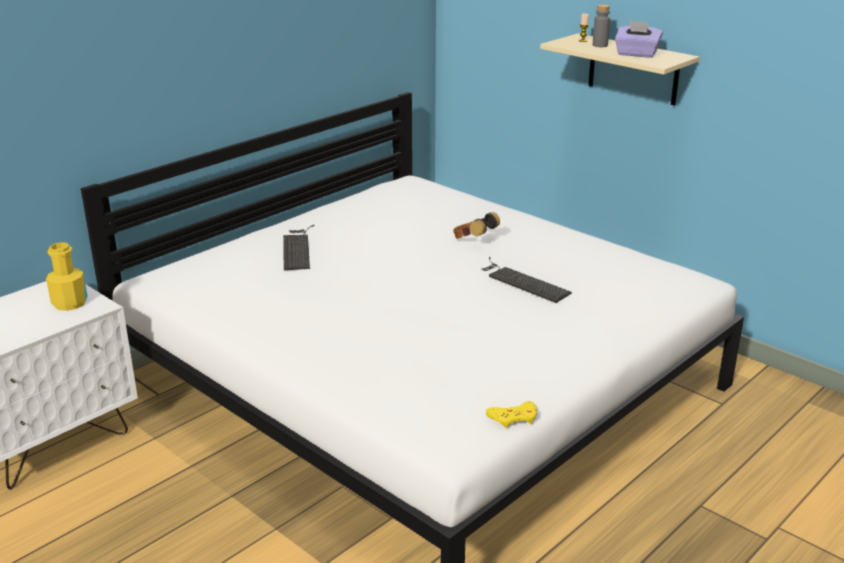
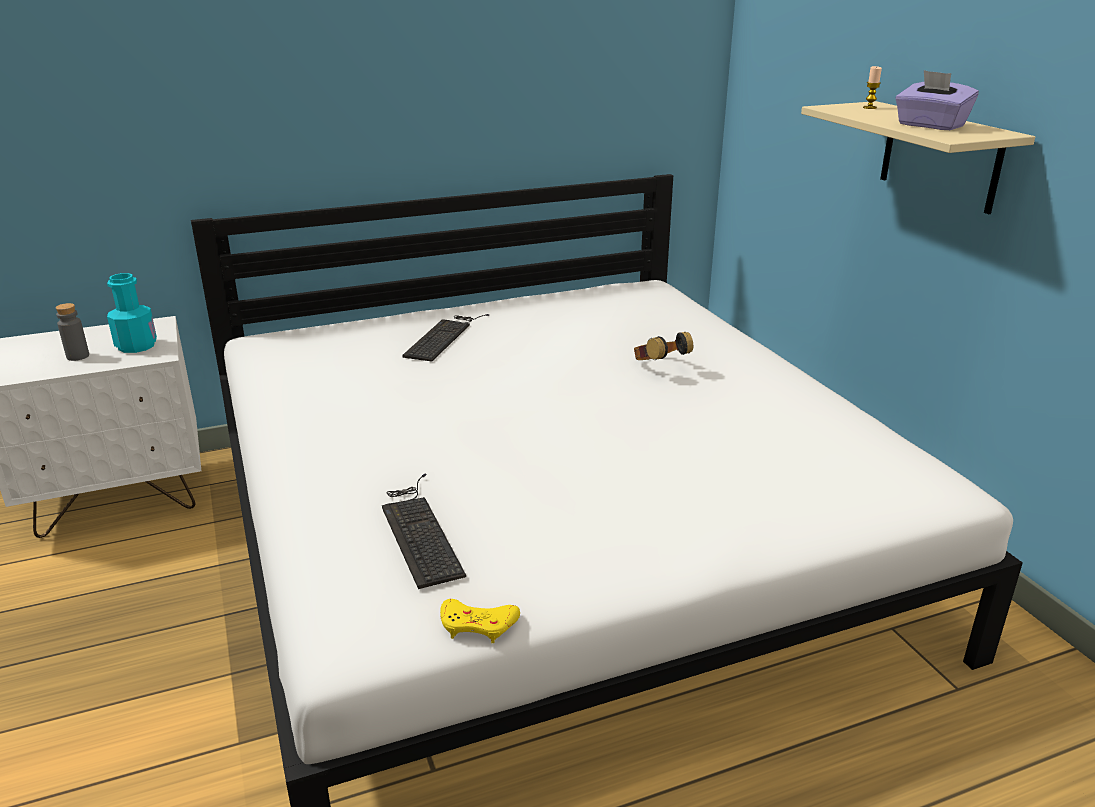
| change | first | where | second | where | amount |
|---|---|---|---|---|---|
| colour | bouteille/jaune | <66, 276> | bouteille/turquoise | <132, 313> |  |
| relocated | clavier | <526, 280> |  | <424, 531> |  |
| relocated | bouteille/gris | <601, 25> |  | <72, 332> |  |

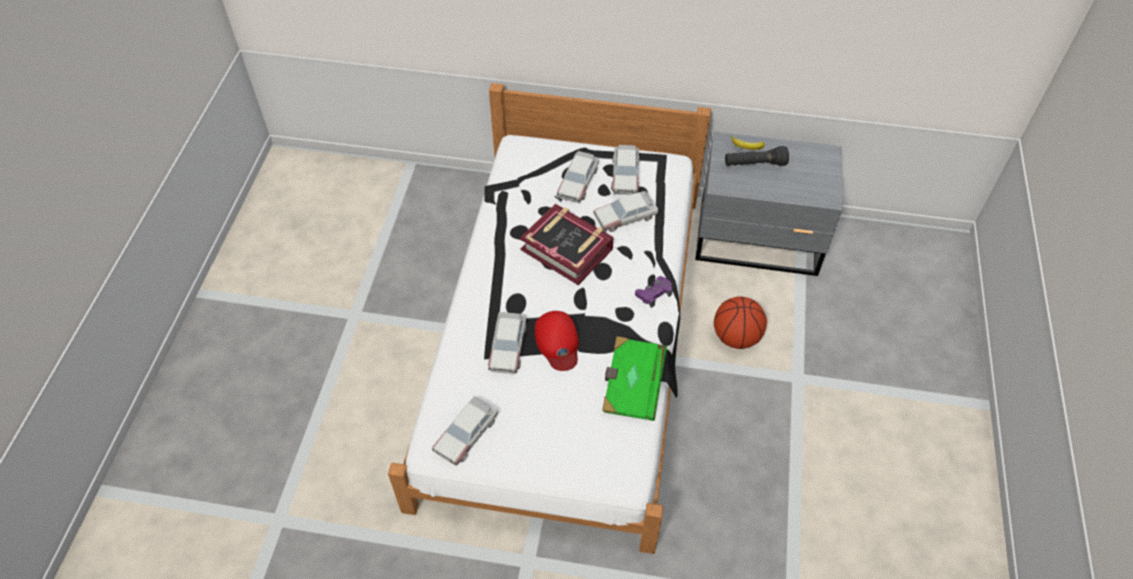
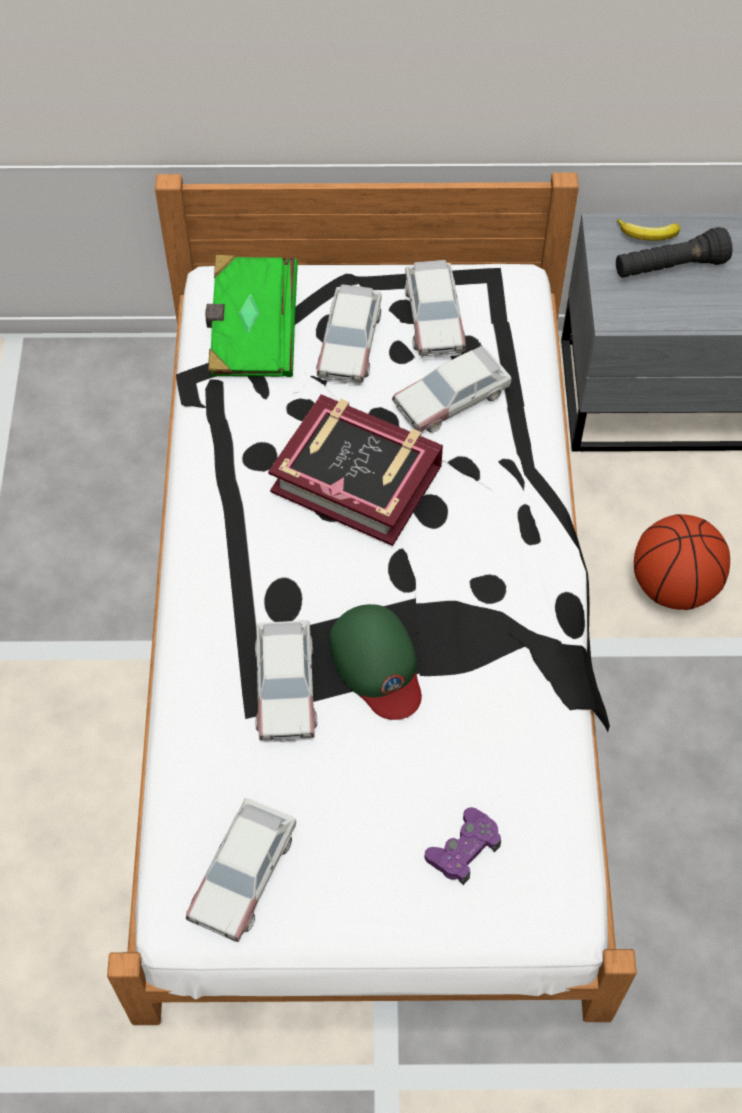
| change | first | where | second | where | amount |
|---|---|---|---|---|---|
| colour | casquette/rouge | <557, 341> | casquette/vert | <375, 662> |  |
| relocated | livre/vert | <634, 378> |  | <251, 316> |  |
| relocated | manette/violet | <653, 292> |  | <462, 846> |  |

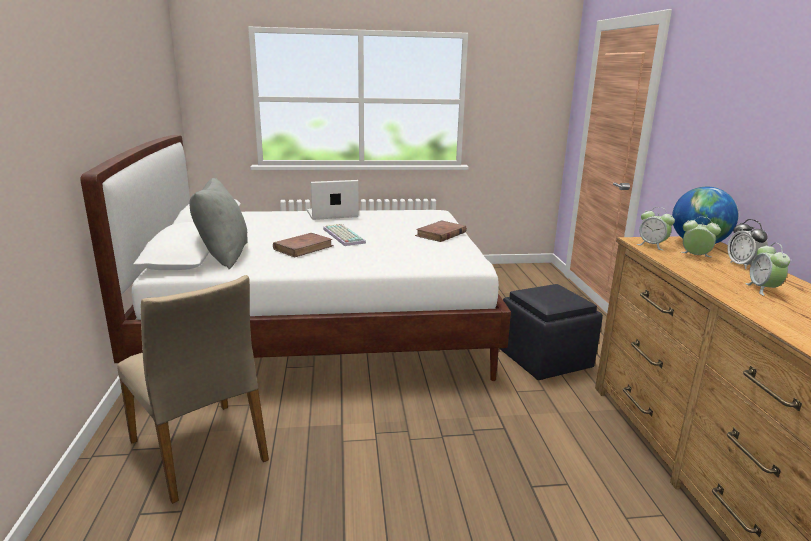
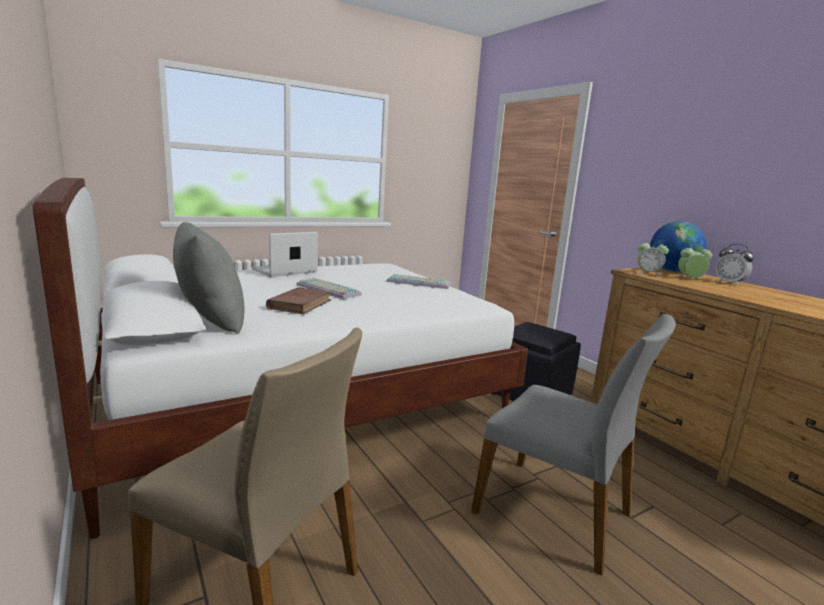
| change | first | where | second | where | amount |
|---|---|---|---|---|---|
| exchanged | livre/marron | <441, 231> | clavier | <418, 281> |  |
| missing | réveil | <767, 269> |  |  |  |
| appeared |  |  | chaise/gris | <573, 445> |  |

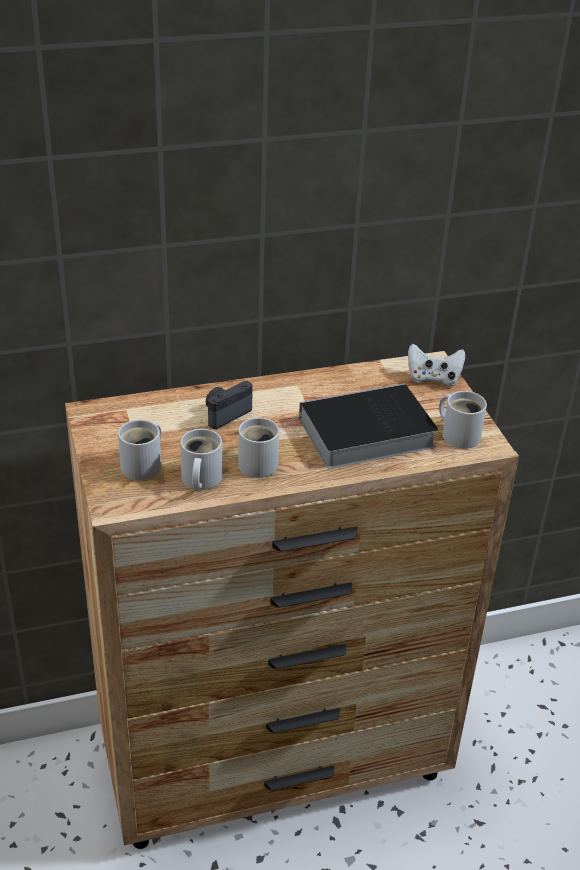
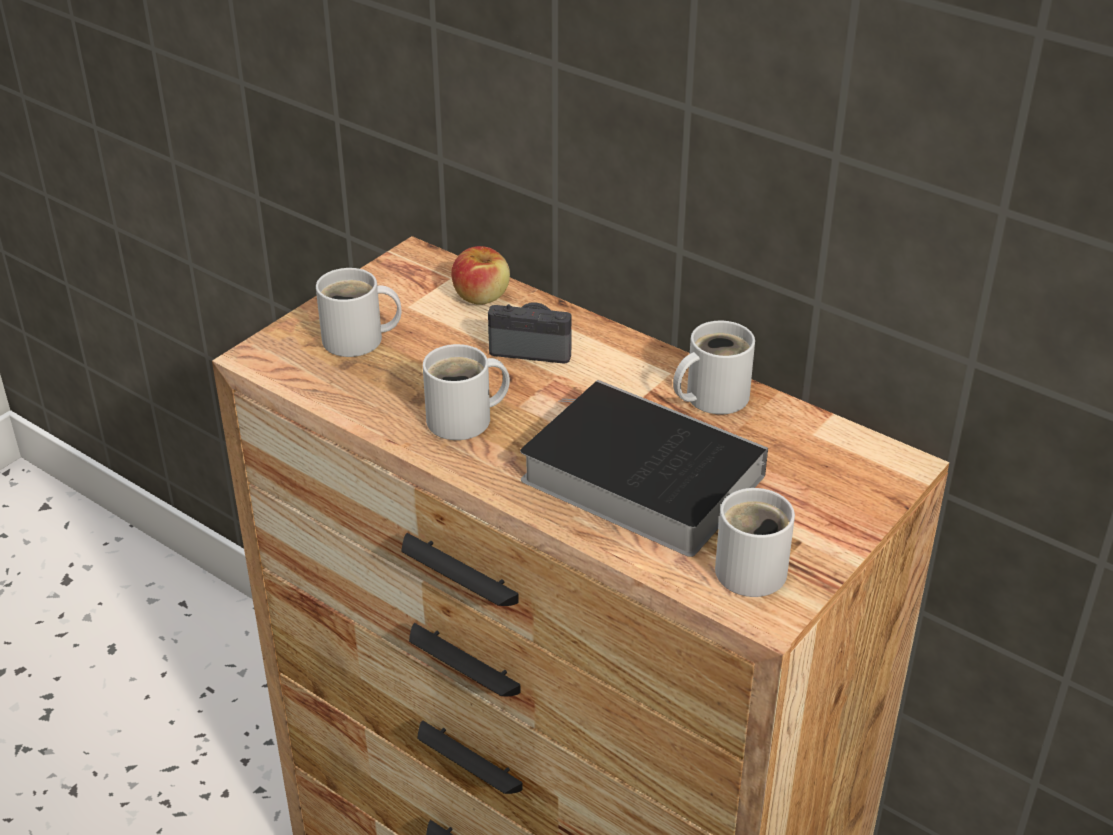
| change | first | where | second | where | amount |
|---|---|---|---|---|---|
| relocated | mug/blanc | <201, 459> |  | <714, 367> |  |
| missing | manette/blanc | <436, 365> |  |  |  |
| appeared |  |  | pomme | <480, 275> |  |

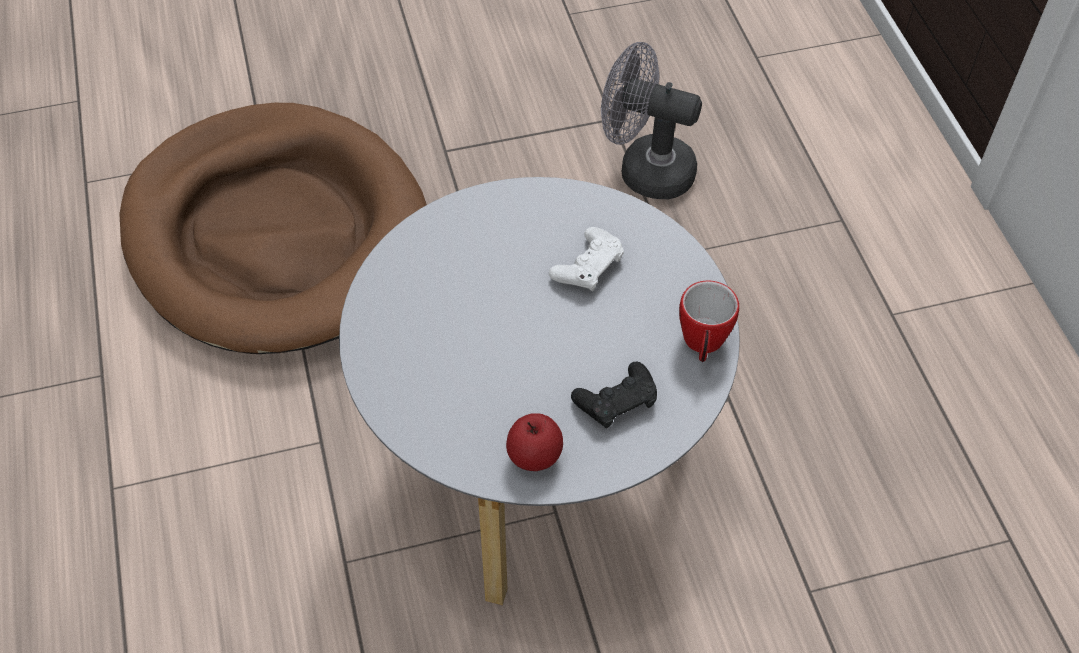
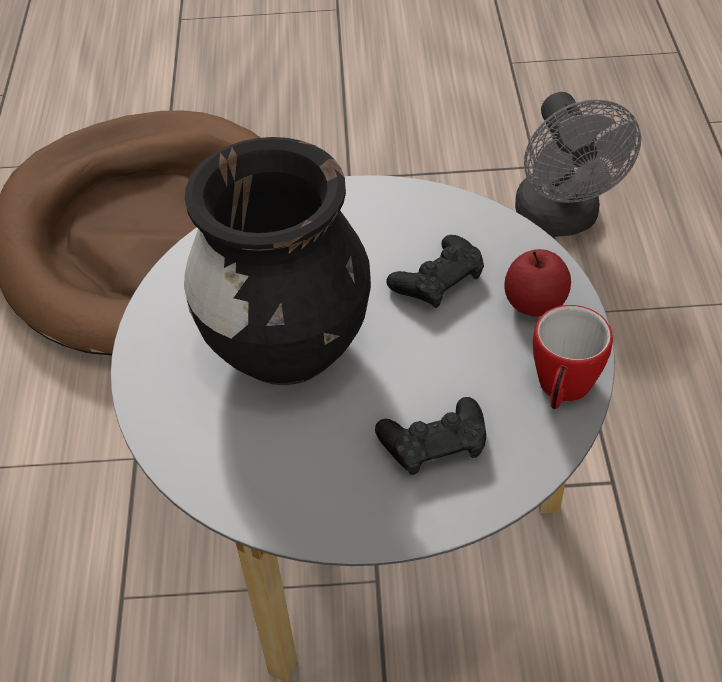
| change | first | where | second | where | amount |
|---|---|---|---|---|---|
| relocated | pomme | <534, 442> |  | <537, 283> |  |
| colour | manette/blanc | <586, 259> | manette/noir | <435, 272> |  |
| spun | ventilateur/gris | <651, 120> |  | <578, 164> | 135 degrees counterclockwise |
| appeared |  |  | vase/noir | <277, 261> |  |

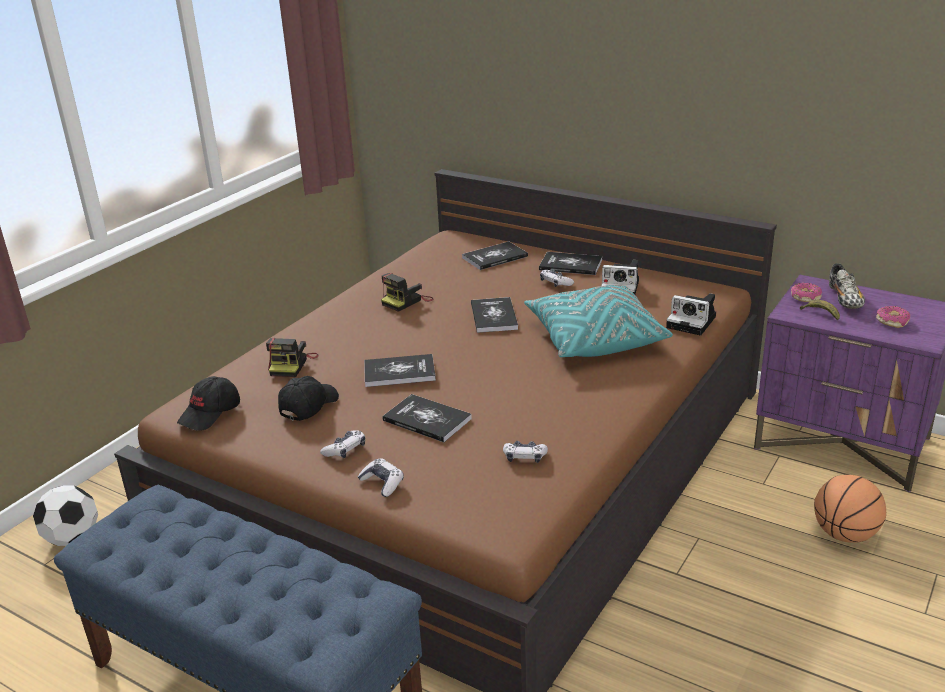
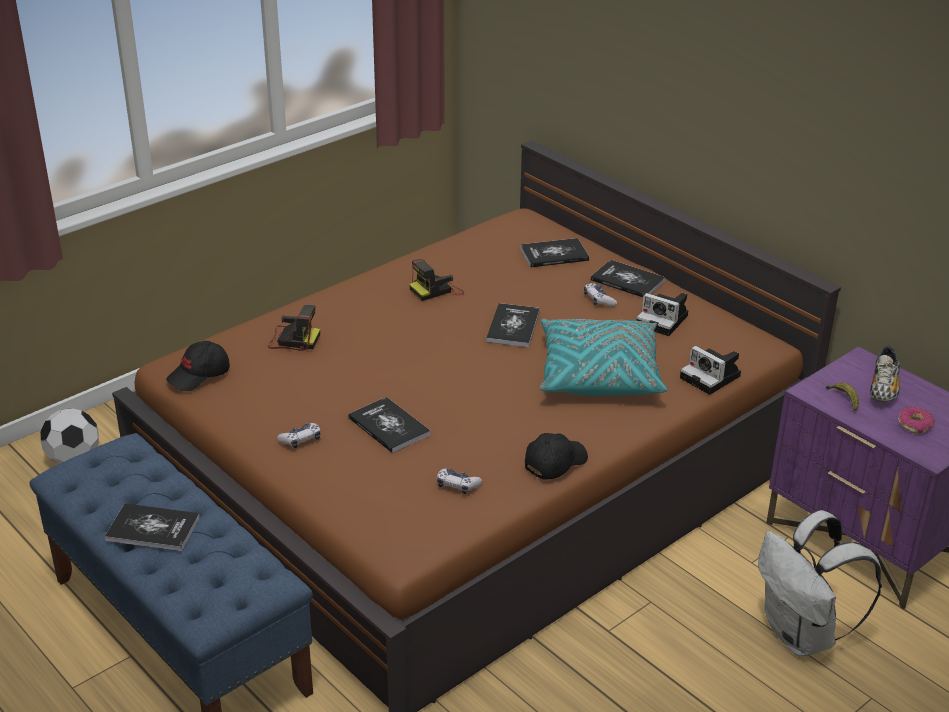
| change | first | where | second | where | amount |
|---|---|---|---|---|---|
| spun | appareil photo | <292, 357> |  | <294, 328> | 105 degrees counterclockwise |
| relocated | casquette/noir | <308, 398> |  | <556, 456> |  |
| missing | manette | <381, 477> |  |  |  |
| relocated | livre | <400, 370> |  | <152, 527> |  |
| missing | beignet | <806, 292> |  |  |  |
| exchanged | ballon de basket | <850, 509> | sac à dos/blanc | <820, 583> |  |

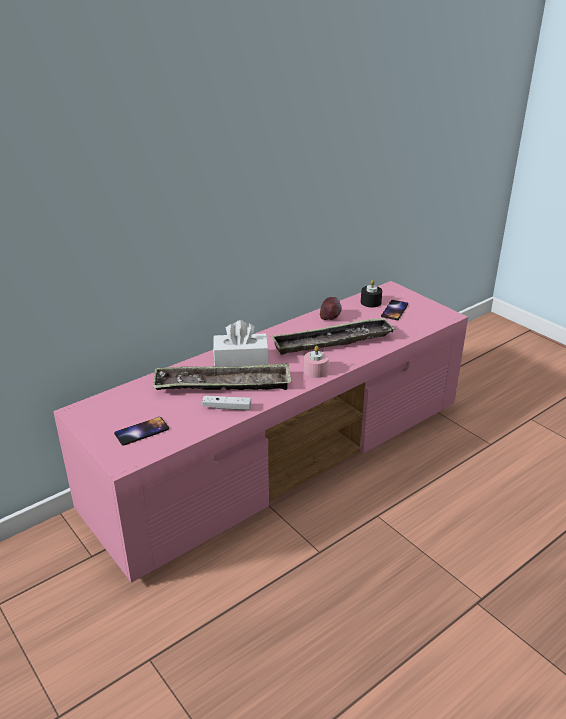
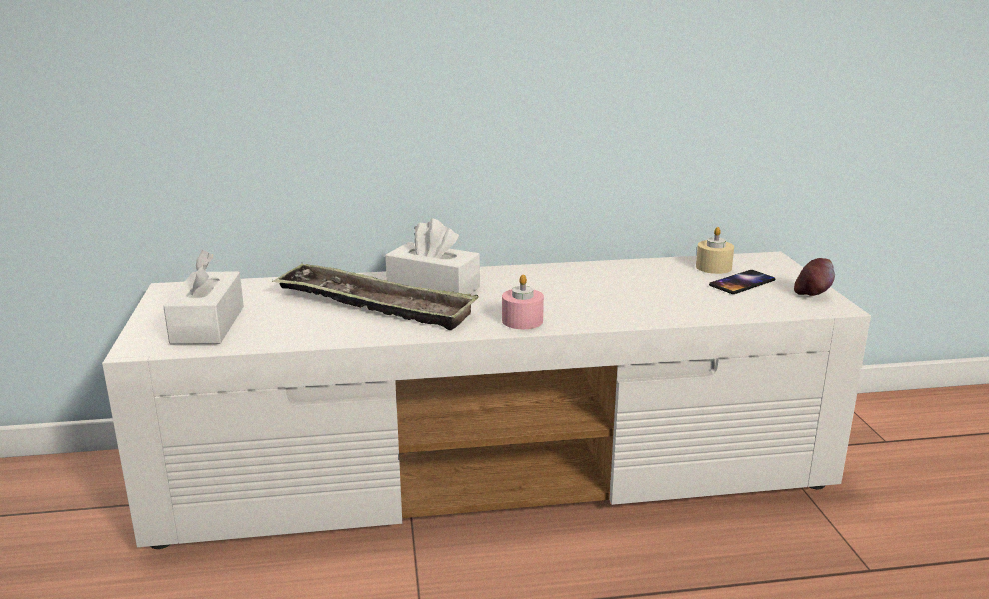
| change | first | where | second | where | amount |
|---|---|---|---|---|---|
| colour | meuble télé/rose | <260, 432> | meuble télé/blanc | <486, 400> |  |
| exchanged | téléphone | <141, 431> | boîte à mouchoirs/blanc | <203, 297> |  |
| missing | manette/blanc | <226, 403> |  |  |  |
| missing | plateau | <333, 336> |  |  |  |
| relocated | pomme | <331, 308> |  | <814, 277> |  |
| colour | bougie/noir | <371, 293> | bougie/beige | <715, 250> |  |

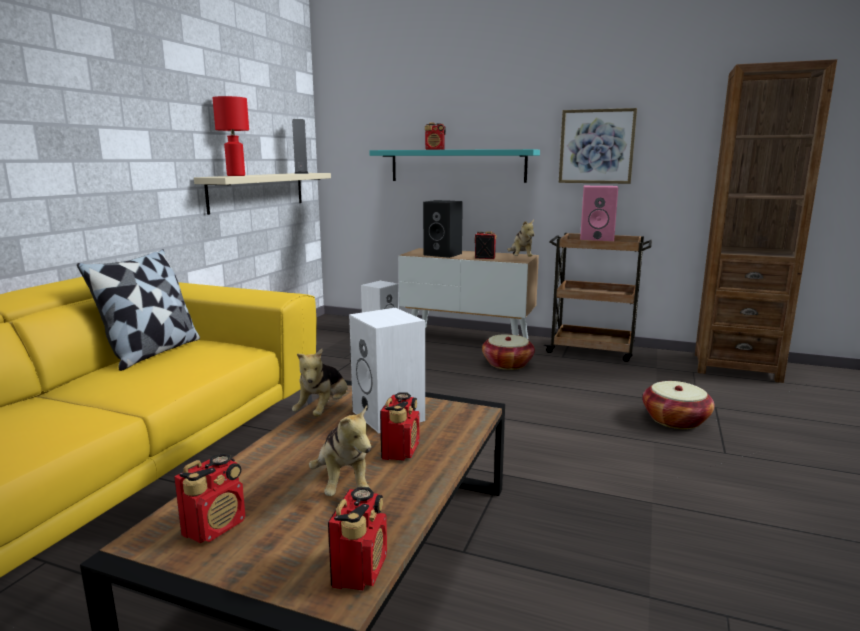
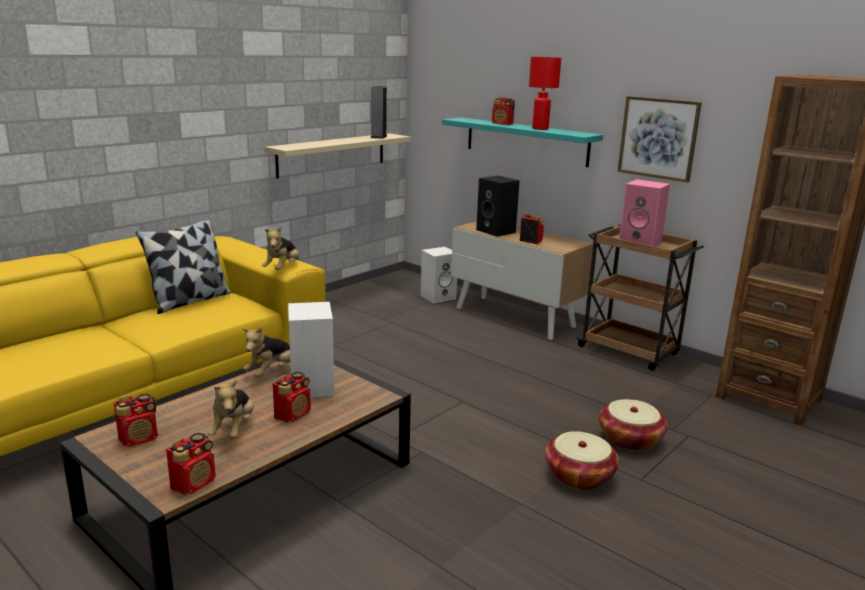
| change | first | where | second | where | amount |
|---|---|---|---|---|---|
| relocated | lampe de table/rouge | <231, 136> |  | <545, 93> |  |
| relocated | panier | <508, 352> |  | <582, 460> |  |
| relocated | peluche | <521, 238> |  | <280, 248> |  |

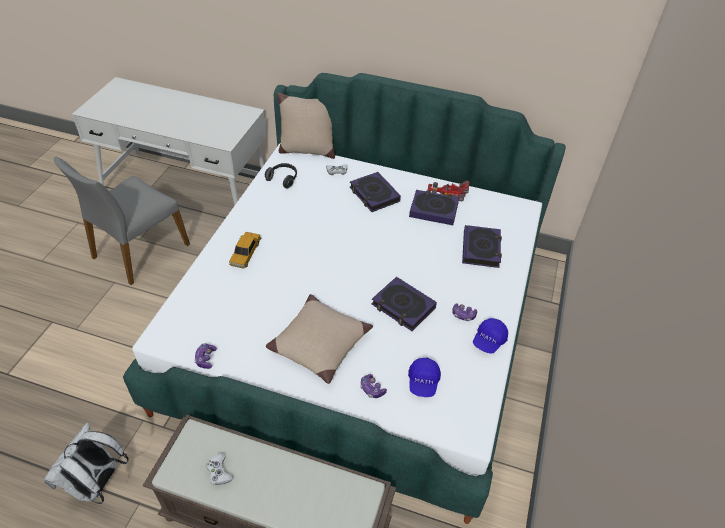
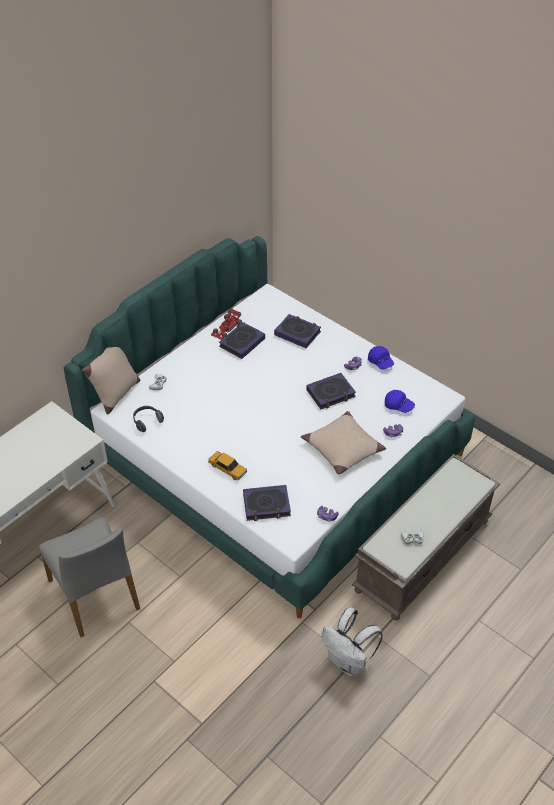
| change | first | where | second | where | amount |
|---|---|---|---|---|---|
| relocated | livre | <375, 192> |  | <267, 503> |  |

